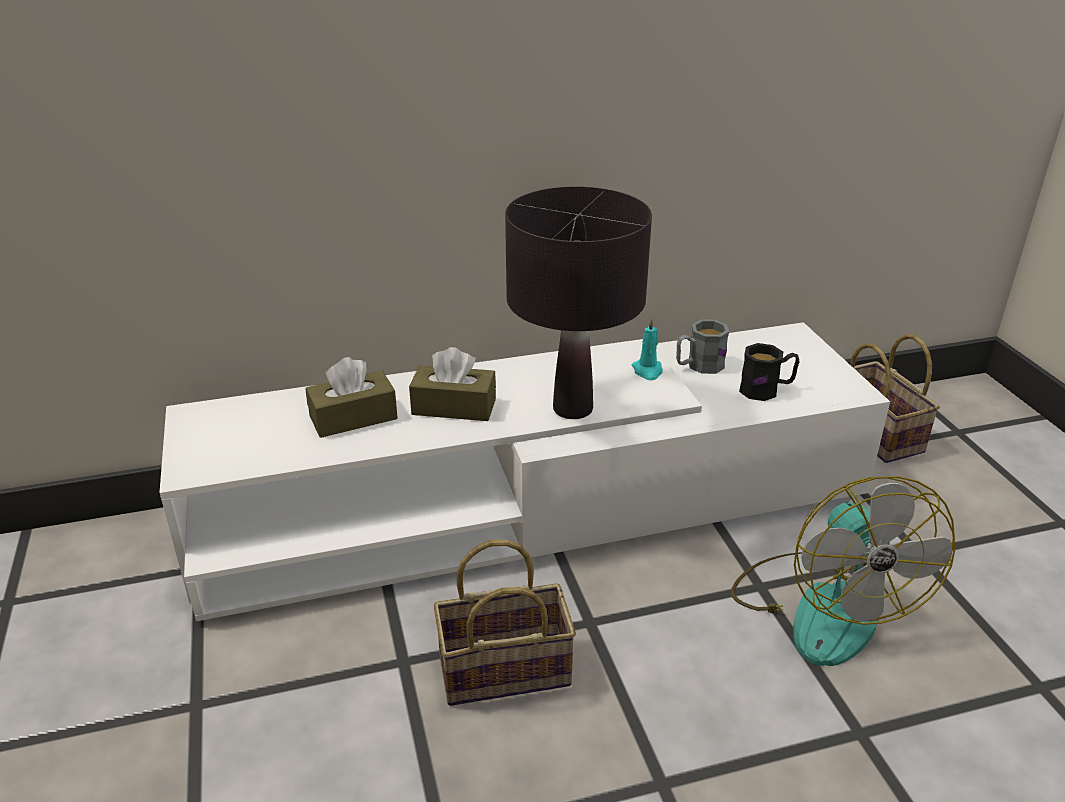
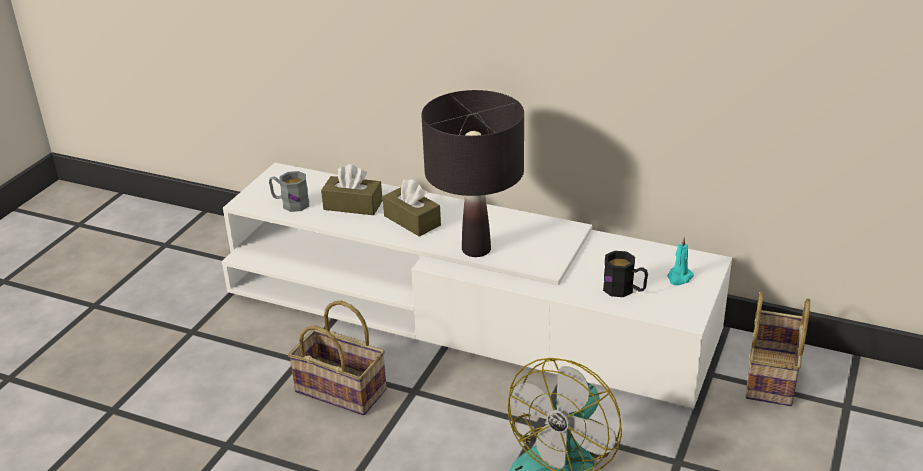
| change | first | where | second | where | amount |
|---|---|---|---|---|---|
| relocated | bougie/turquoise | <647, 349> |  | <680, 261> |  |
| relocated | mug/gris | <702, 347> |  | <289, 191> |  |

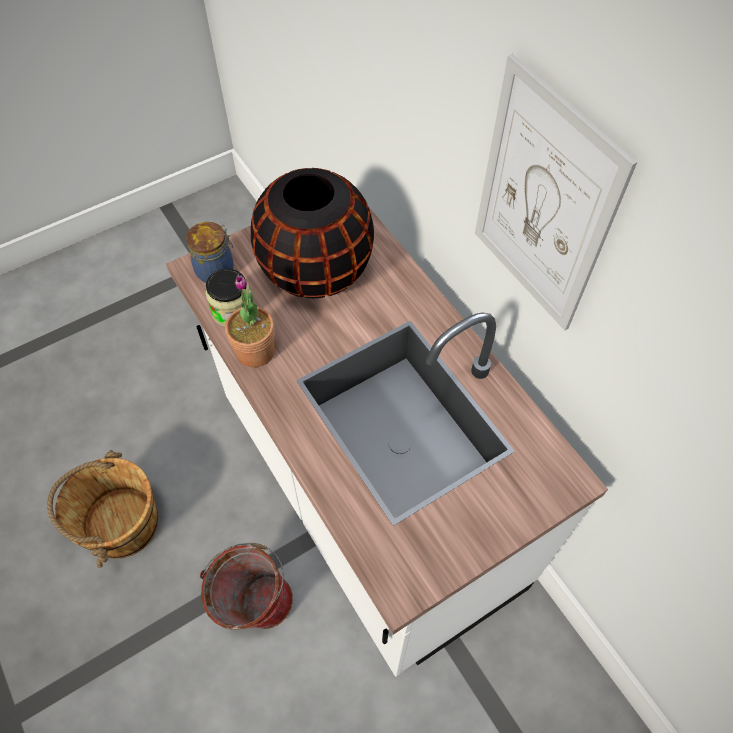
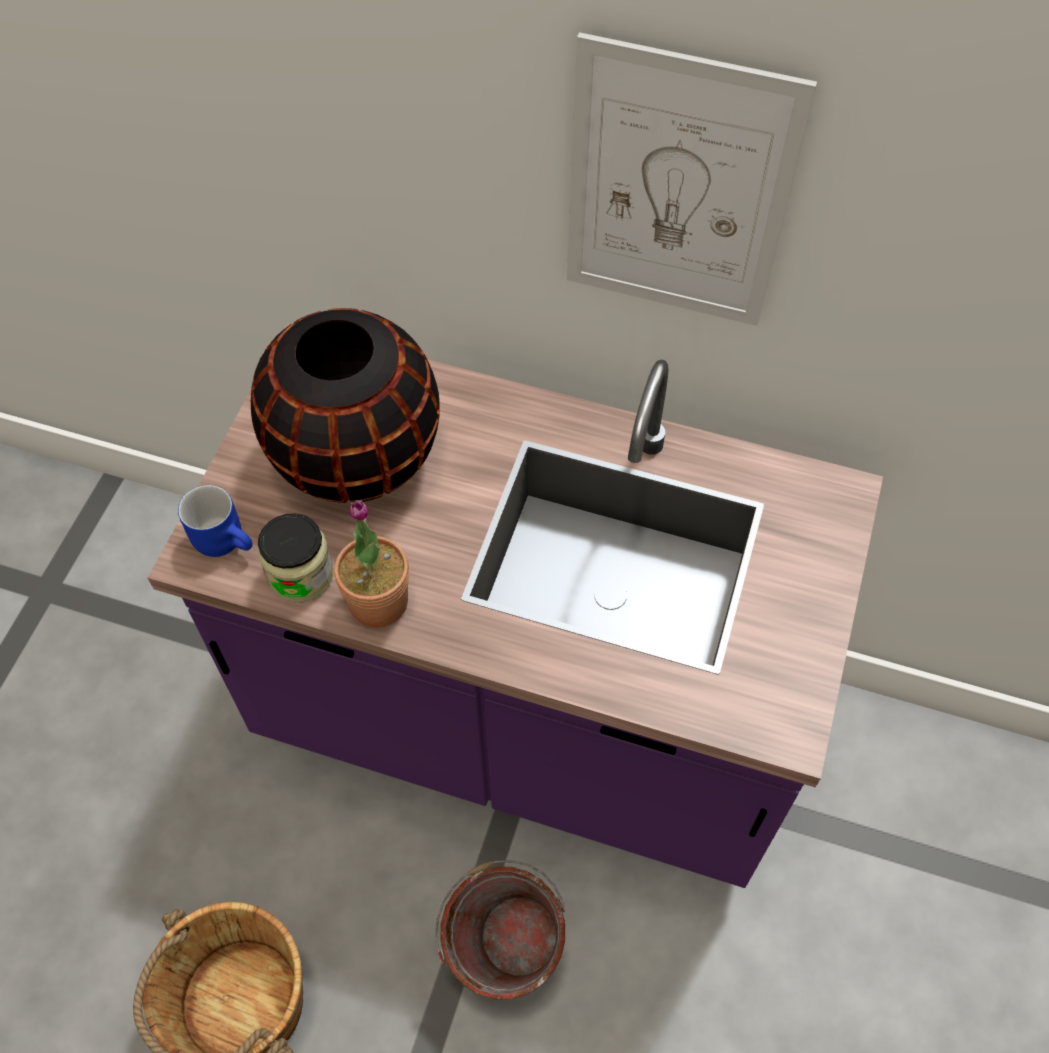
| change | first | where | second | where | amount |
|---|---|---|---|---|---|
| colour | comptoir de cuisine/blanc | <387, 441> | comptoir de cuisine/violet | <515, 605> |  |
| exchanged | bocal | <210, 252> | mug/bleu | <215, 521> |  |

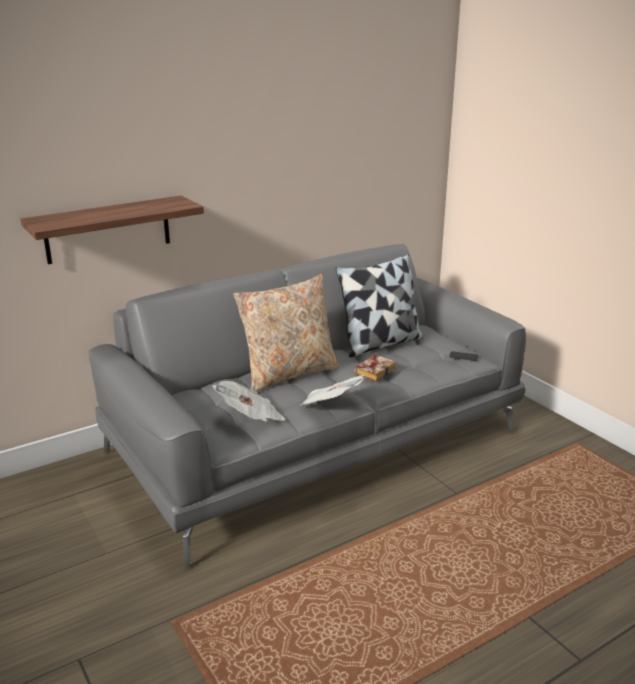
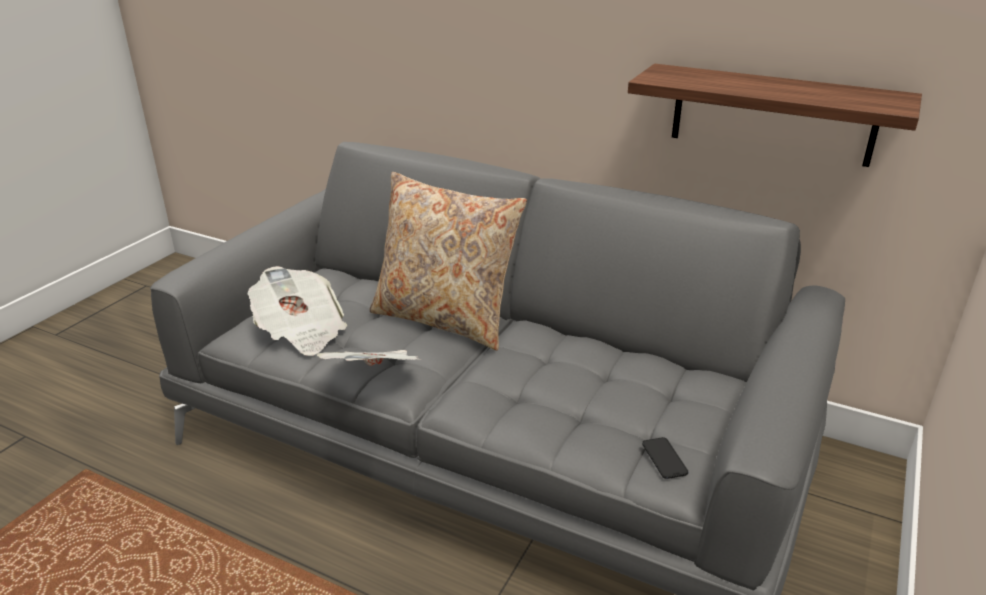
| change | first | where | second | where | amount |
|---|---|---|---|---|---|
| relocated | étagère | <112, 229> |  | <775, 115> |  |
| missing | coussin | <379, 305> |  |  |  |
| missing | livre | <375, 368> |  |  |  |

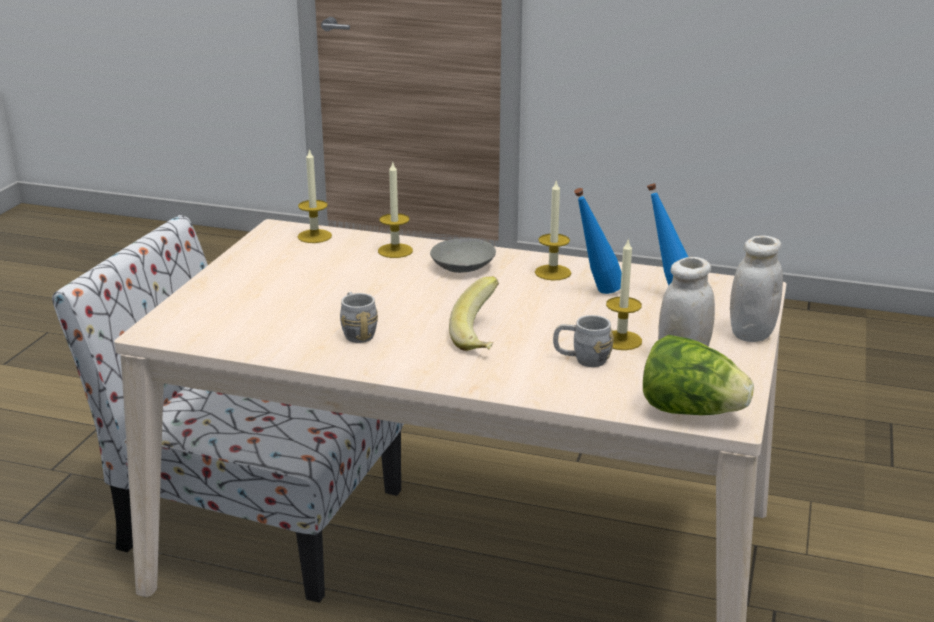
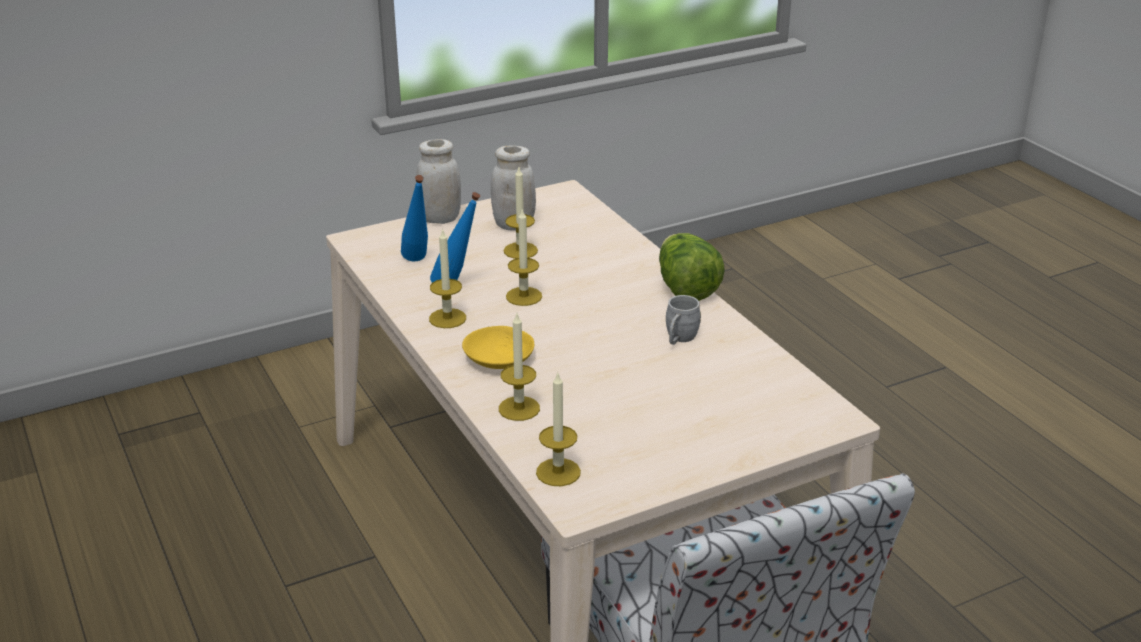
| change | first | where | second | where | amount |
|---|---|---|---|---|---|
| colour | bol/gris | <463, 255> | bol/jaune | <498, 347> |  |
| missing | banane | <474, 314> |  |  |  |
| missing | mug/gris | <583, 341> |  |  |  |
| relocated | laitue | <698, 375> |  | <692, 267> |  |
| appeared |  |  | bougie | <524, 258> |  |

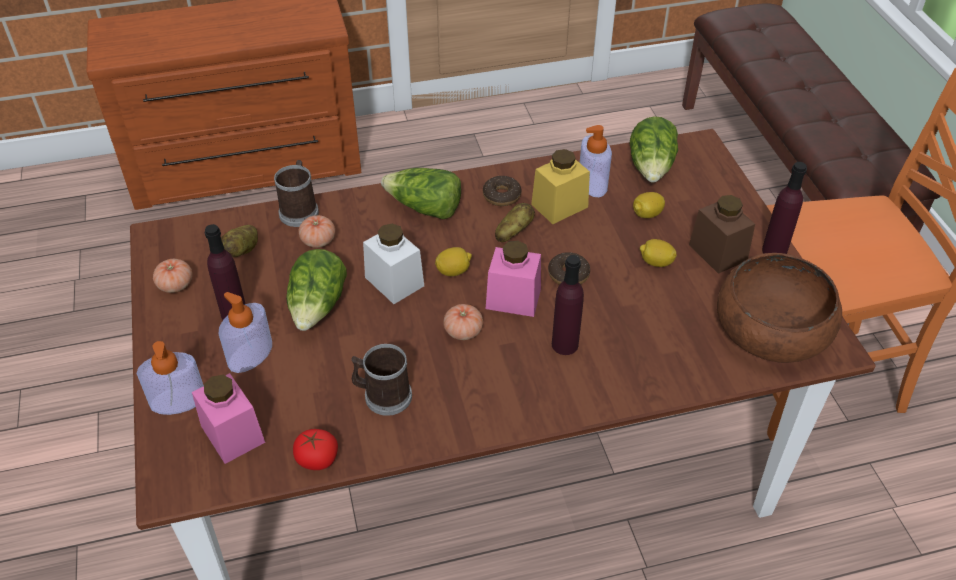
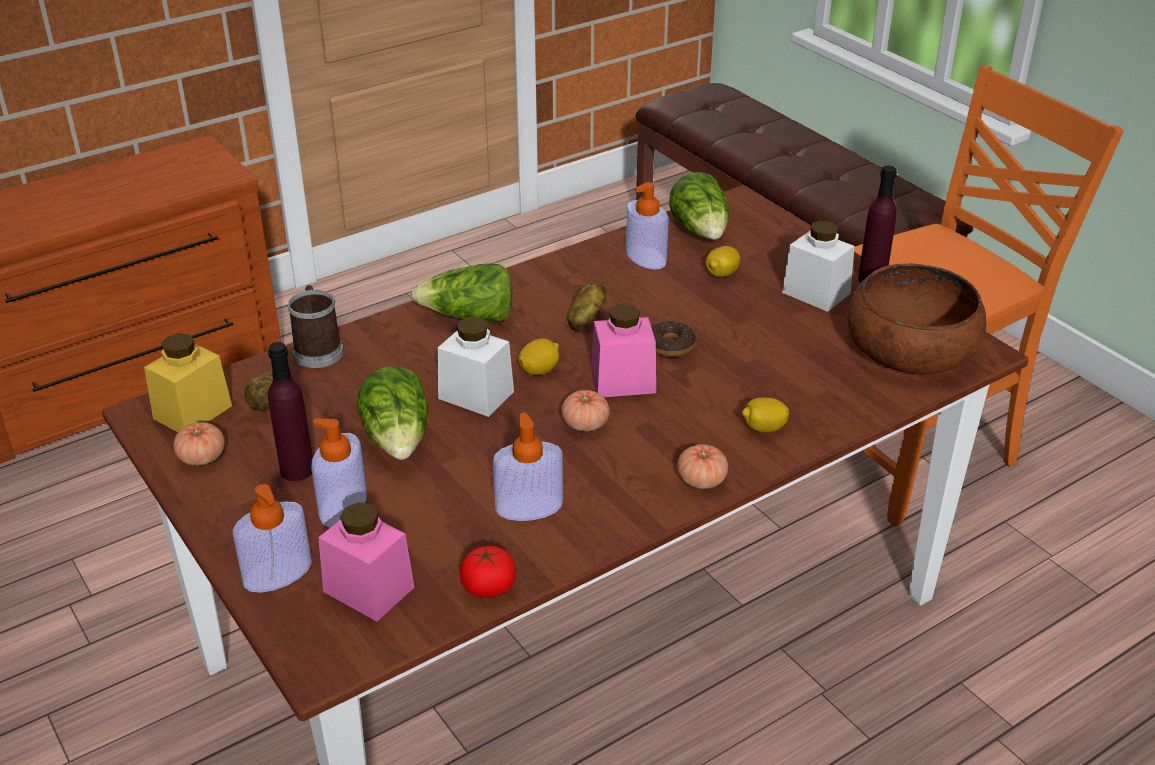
| change | first | where | second | where | amount |
|---|---|---|---|---|---|
| relocated | tomate | <317, 231> |  | <702, 466> |  |
| exchanged | mug | <381, 380> | distributeur de savon | <528, 467> |  |
| missing | beignet | <502, 190> |  |  |  |
| relocated | bocal/jaune | <560, 186> |  | <188, 382> |  |
| missing | bouteille/violet | <568, 305> |  |  |  |
| relocated | citron | <658, 253> |  | <765, 414> |  |
| colour | bocal/marron | <722, 234> | bocal/blanc | <818, 266> |  |

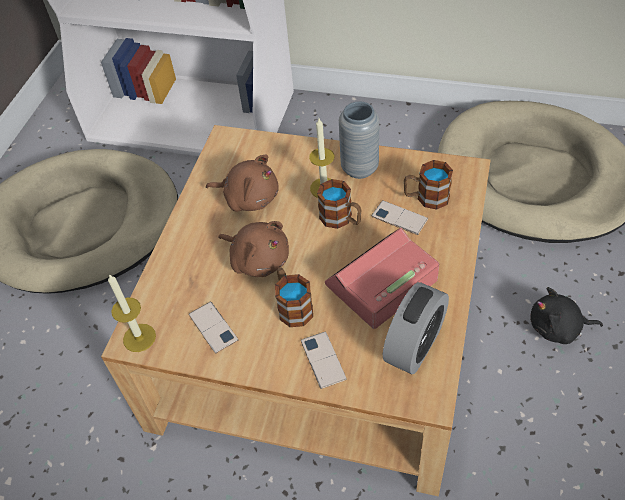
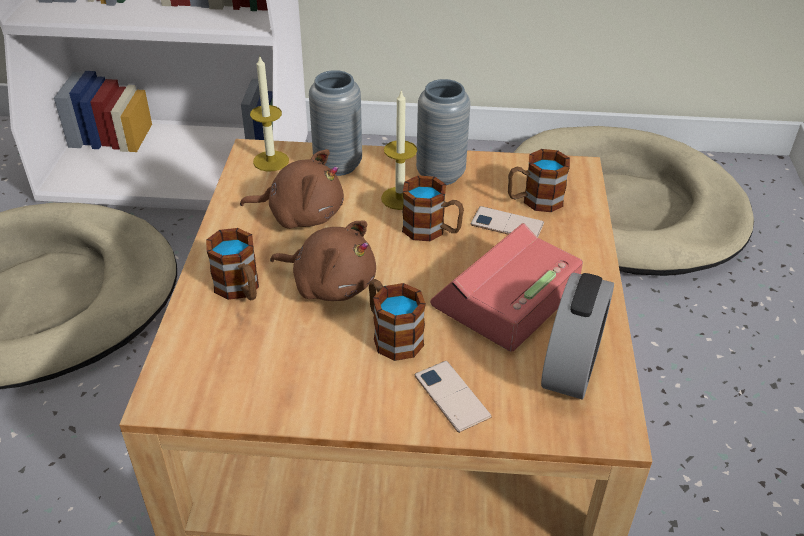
| change | first | where | second | where | amount |
|---|---|---|---|---|---|
| relocated | bougie | <132, 313> |  | <269, 112> |  |
| missing | téléphone | <213, 328> |  |  |  |
| missing | peluche/noir | <566, 315> |  |  |  |
| appeared |  |  | mug | <232, 264> |  |
| appeared |  |  | vase/gris | <335, 123> |  |

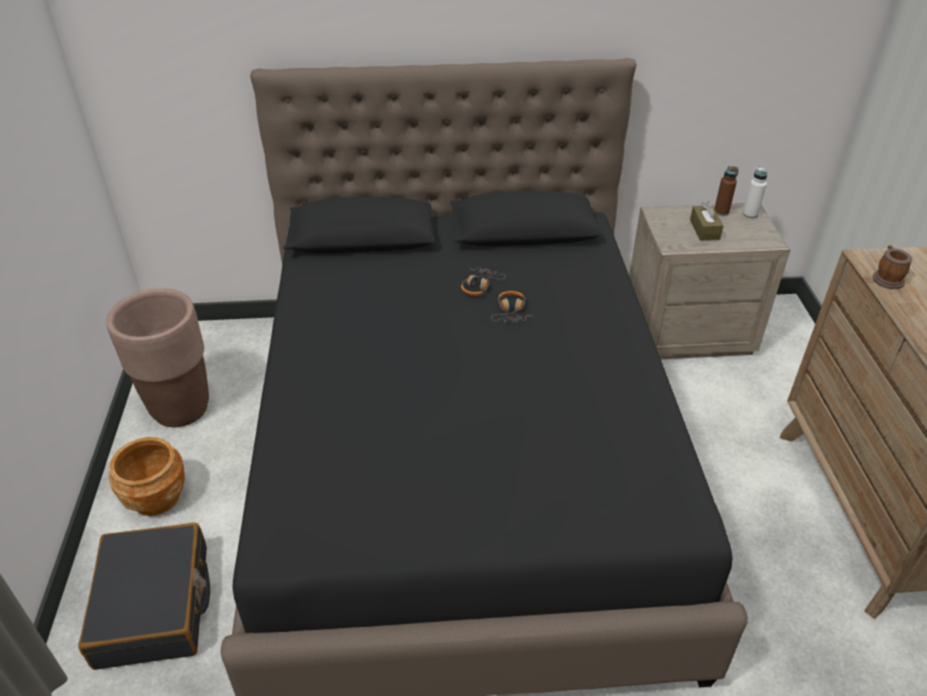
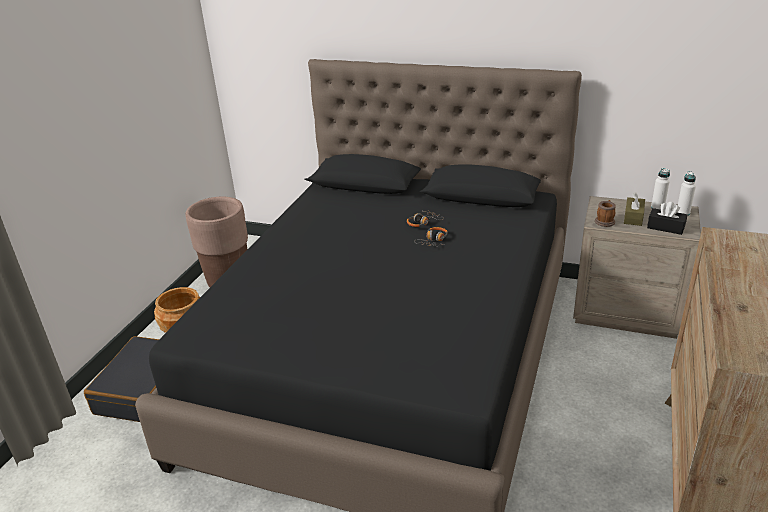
| change | first | where | second | where | amount |
|---|---|---|---|---|---|
| colour | bouteille/marron | <726, 191> | bouteille/blanc | <660, 189> |  |
| relocated | mug | <892, 267> |  | <605, 213> |  |
| appeared |  |  | boîte à mouchoirs/noir | <667, 218> |  |

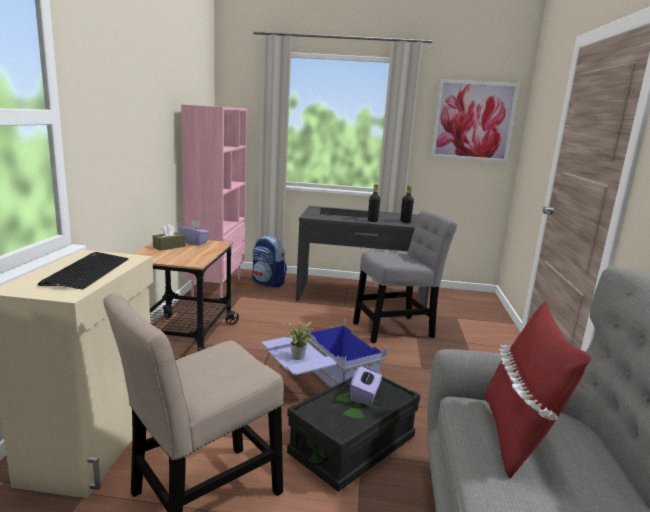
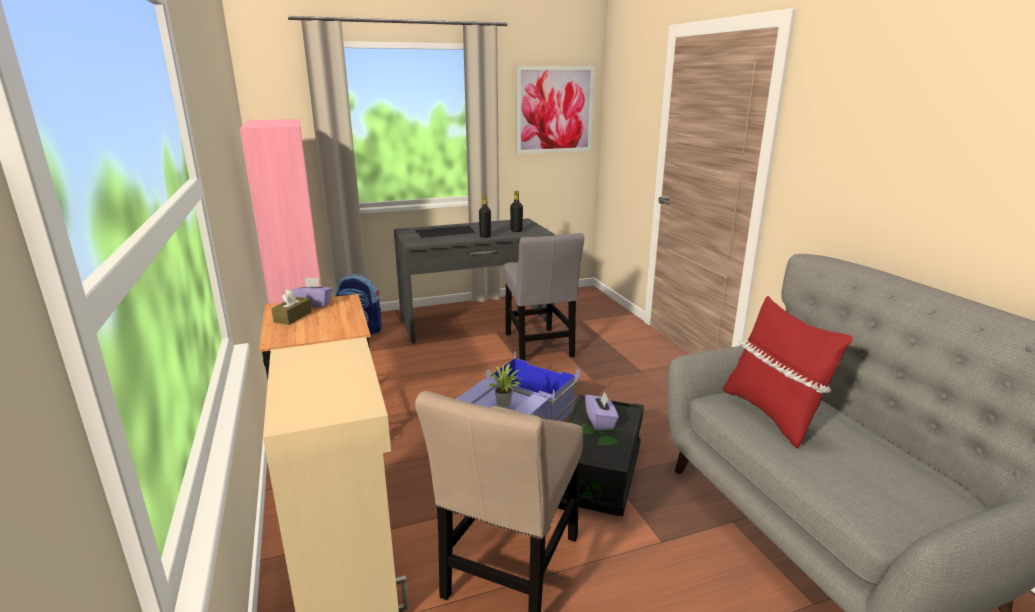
| change | first | where | second | where | amount |
|---|---|---|---|---|---|
| missing | clavier | <83, 271> |  |  |  |
| spun | chaise/gris | <405, 276> |  | <544, 297> | 120 degrees clockwise |

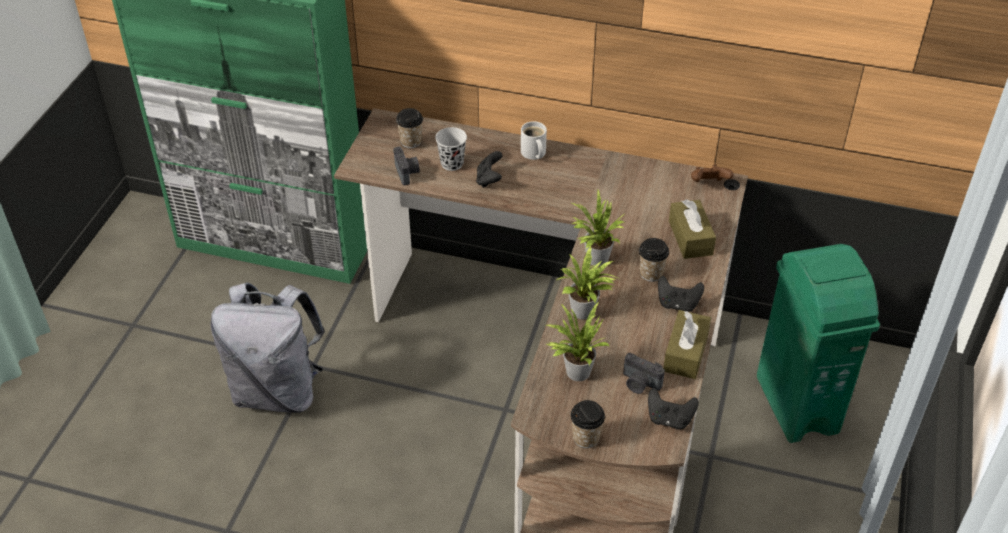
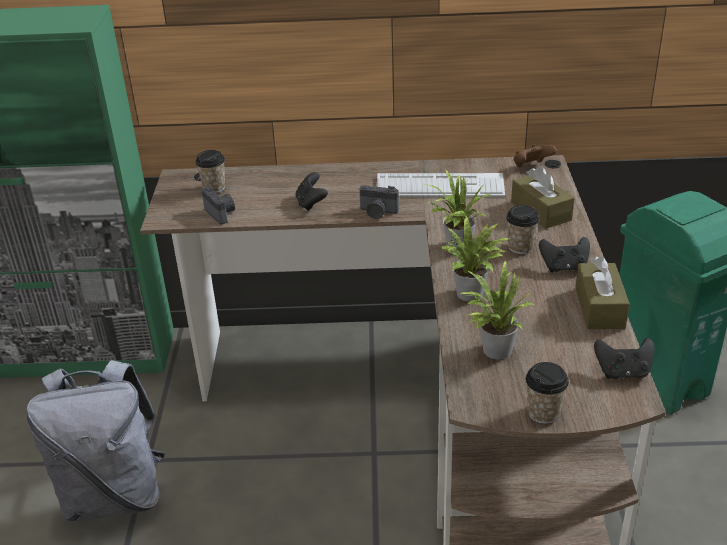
| change | first | where | second | where | amount |
|---|---|---|---|---|---|
| missing | tasse/noir | <451, 149> |  |  |  |
| missing | mug/blanc | <534, 140> |  |  |  |
| relocated | appareil photo | <644, 373> |  | <379, 202> |  |
| appeared |  |  | clavier | <440, 185> |  |

